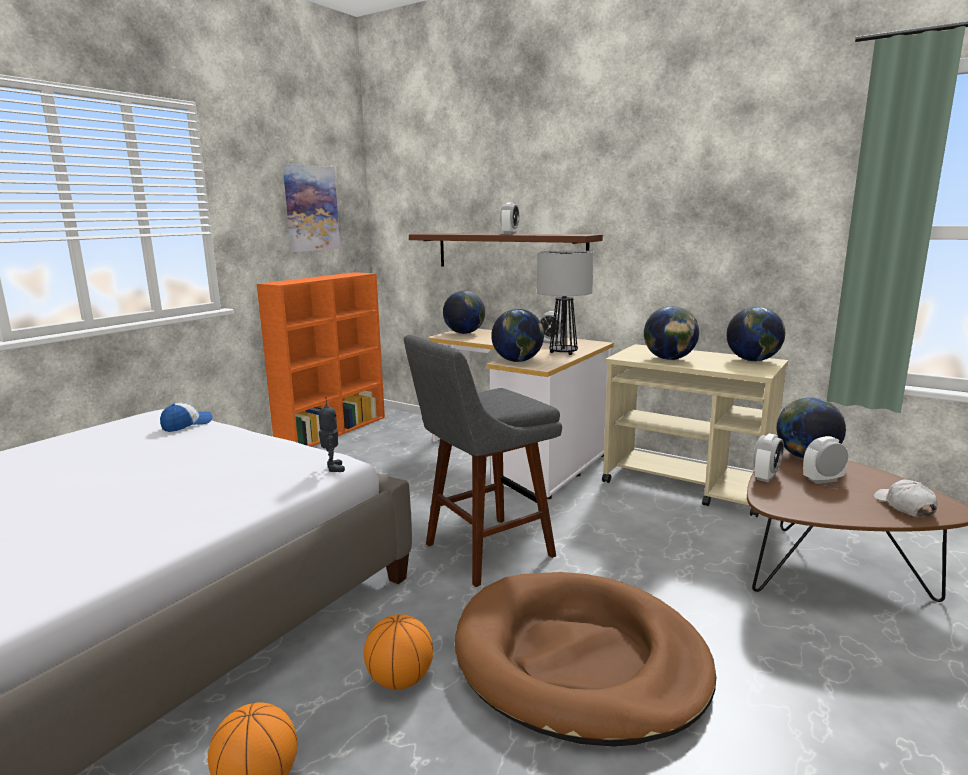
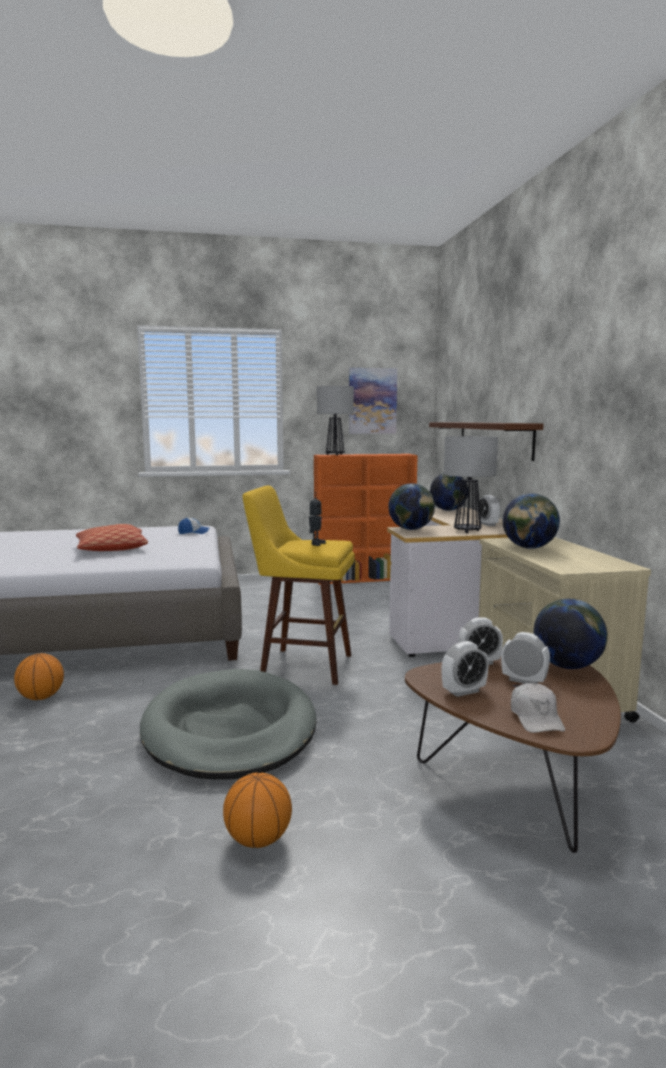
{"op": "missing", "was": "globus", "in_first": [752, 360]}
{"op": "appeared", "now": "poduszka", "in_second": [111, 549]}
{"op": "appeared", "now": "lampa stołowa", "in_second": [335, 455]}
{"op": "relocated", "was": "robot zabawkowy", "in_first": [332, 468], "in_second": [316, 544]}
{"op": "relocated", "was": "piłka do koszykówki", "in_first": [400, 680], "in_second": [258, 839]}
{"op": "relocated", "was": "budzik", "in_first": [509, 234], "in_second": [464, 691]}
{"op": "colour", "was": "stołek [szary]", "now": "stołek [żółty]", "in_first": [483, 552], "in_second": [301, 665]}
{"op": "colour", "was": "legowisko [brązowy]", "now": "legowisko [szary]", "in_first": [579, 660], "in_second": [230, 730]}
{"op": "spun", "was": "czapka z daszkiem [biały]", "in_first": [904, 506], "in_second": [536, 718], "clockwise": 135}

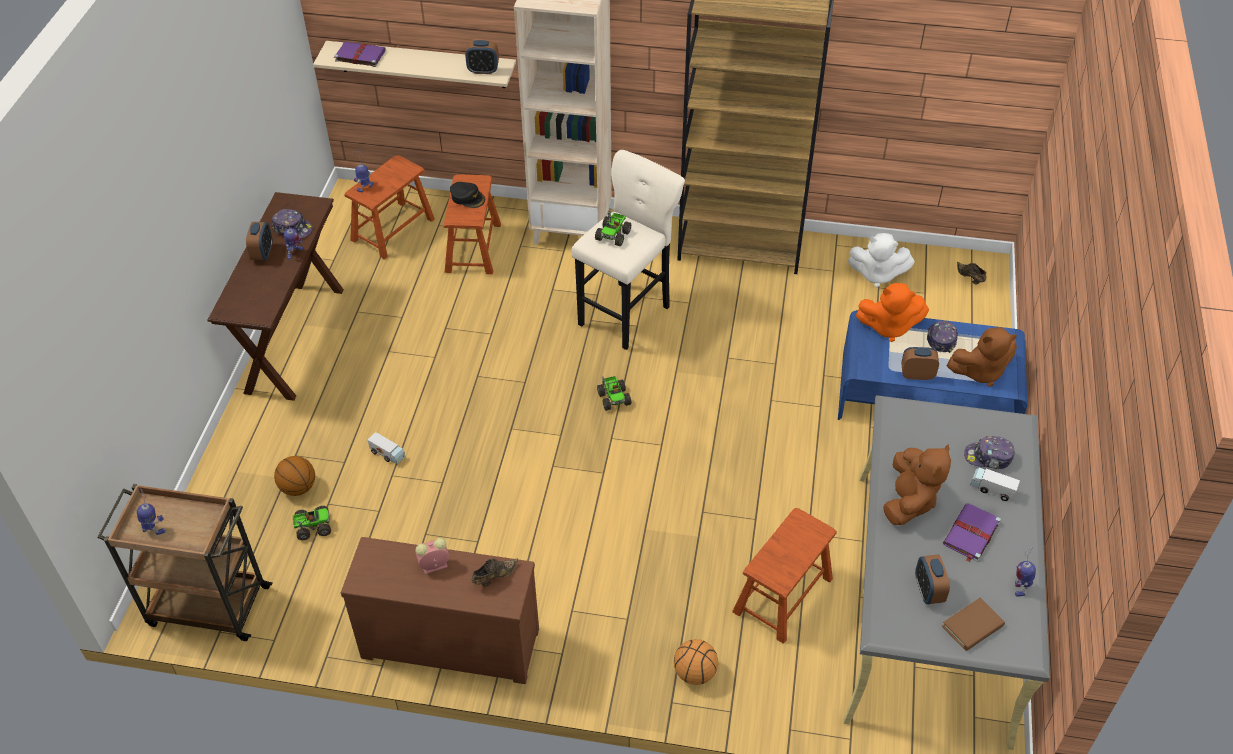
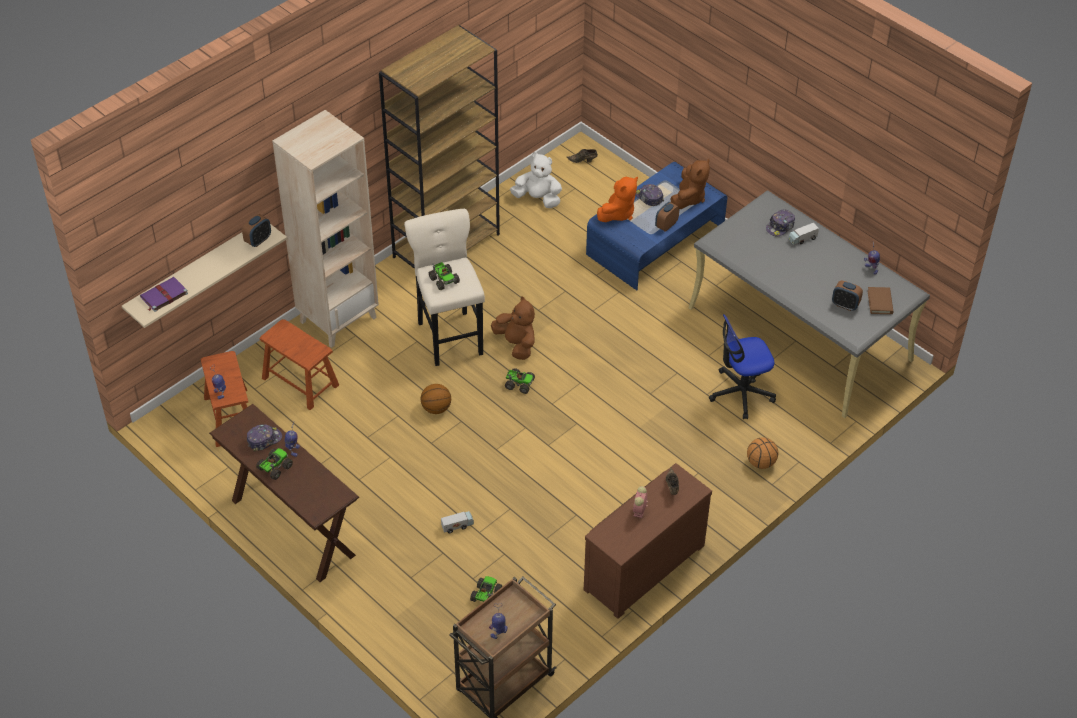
{"op": "missing", "was": "czapka z daszkiem [czarny]", "in_first": [468, 197]}
{"op": "missing", "was": "książka [fioletowy]", "in_first": [971, 534]}
{"op": "relocated", "was": "piłka do koszykówki", "in_first": [298, 487], "in_second": [436, 408]}
{"op": "relocated", "was": "pluszak [brązowy]", "in_first": [909, 501], "in_second": [516, 344]}
{"op": "exchanged", "was": "budzik", "now": "ciężarówka zabawkowa", "in_first": [263, 253], "in_second": [274, 468]}
{"op": "exchanged", "was": "stołek [brązowy]", "now": "krzesło biurowe", "in_first": [782, 595], "in_second": [741, 393]}
{"op": "spun", "was": "pluszak [biały]", "in_first": [877, 274], "in_second": [538, 199], "clockwise": -120}

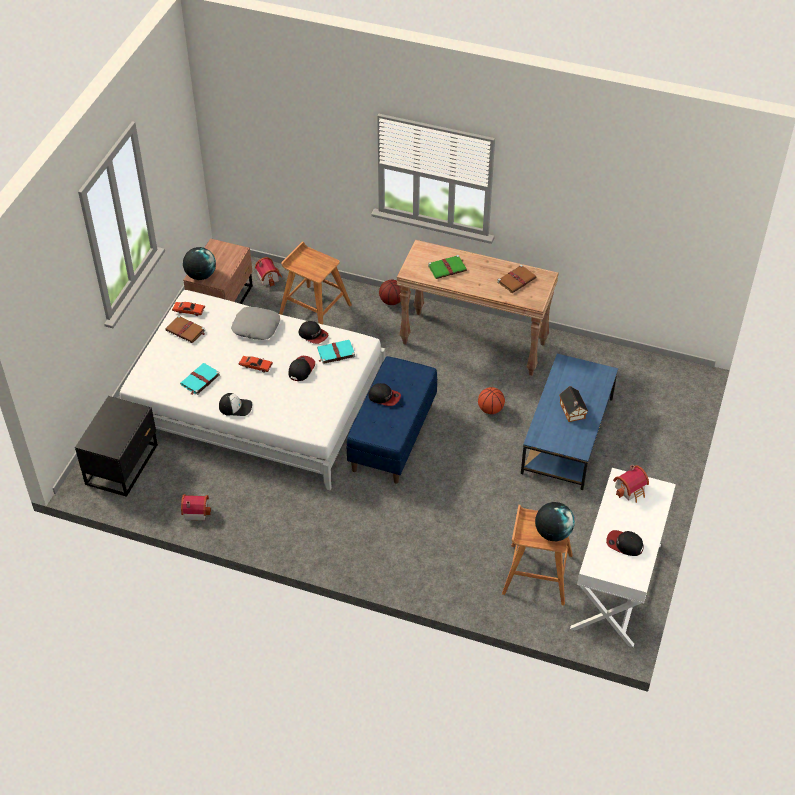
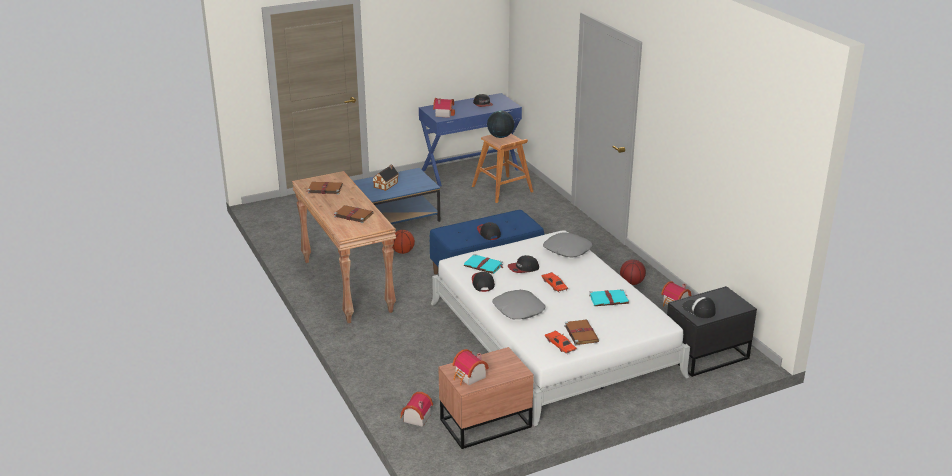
{"op": "missing", "was": "globus", "in_first": [200, 275]}
{"op": "missing", "was": "stołek [brązowy]", "in_first": [314, 310]}
{"op": "appeared", "now": "domek", "in_second": [469, 377]}
{"op": "appeared", "now": "poduszka [szary]", "in_second": [567, 250]}
{"op": "relocated", "was": "czapka z daszkiem", "in_first": [235, 407], "in_second": [698, 309]}
{"op": "relocated", "was": "piłka do koszykówki", "in_first": [391, 301], "in_second": [631, 283]}
{"op": "colour", "was": "książka [zielony]", "now": "książka [brązowy]", "in_first": [447, 268], "in_second": [353, 215]}
{"op": "colour", "was": "biurko [biały]", "now": "biurko [niebieski]", "in_first": [617, 586], "in_second": [470, 169]}

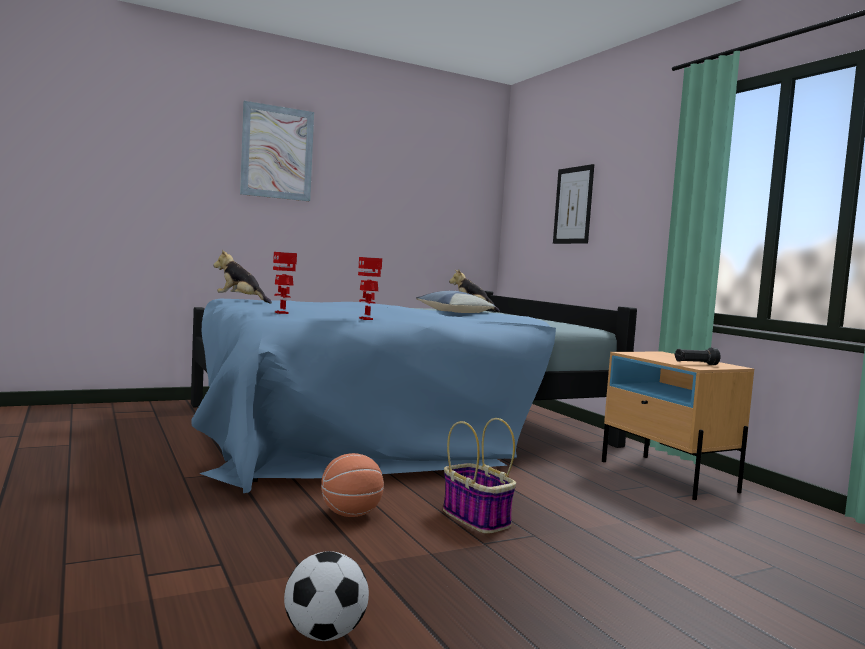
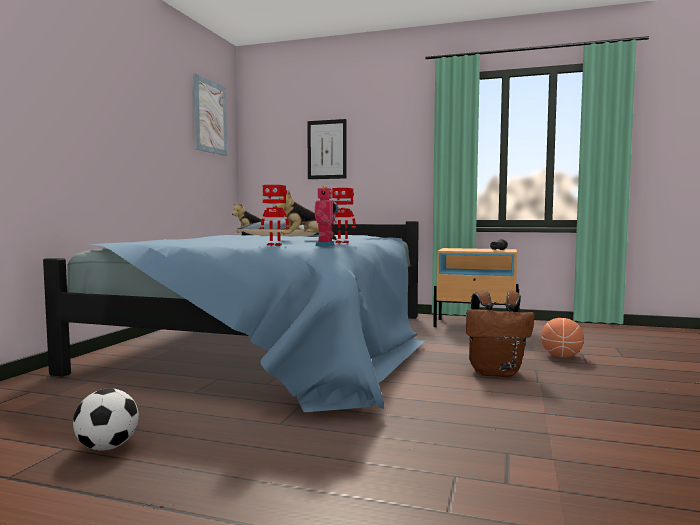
{"op": "appeared", "now": "robot zabawkowy", "in_second": [326, 245]}
{"op": "relocated", "was": "pluszak", "in_first": [241, 300], "in_second": [304, 240]}
{"op": "relocated", "was": "obraz", "in_first": [277, 152], "in_second": [210, 117]}
{"op": "relocated", "was": "piłka futbolowa", "in_first": [324, 634], "in_second": [107, 447]}
{"op": "relocated", "was": "piłka do koszykówki", "in_first": [351, 514], "in_second": [561, 356]}
{"op": "exchanged", "was": "koszyk", "now": "plecak [brązowy]", "in_first": [477, 518], "in_second": [496, 372]}

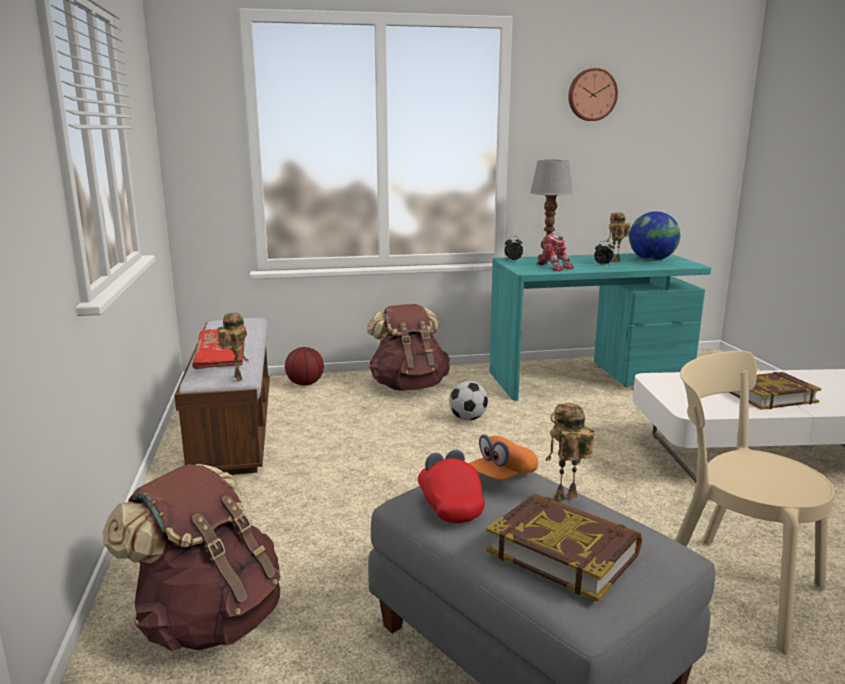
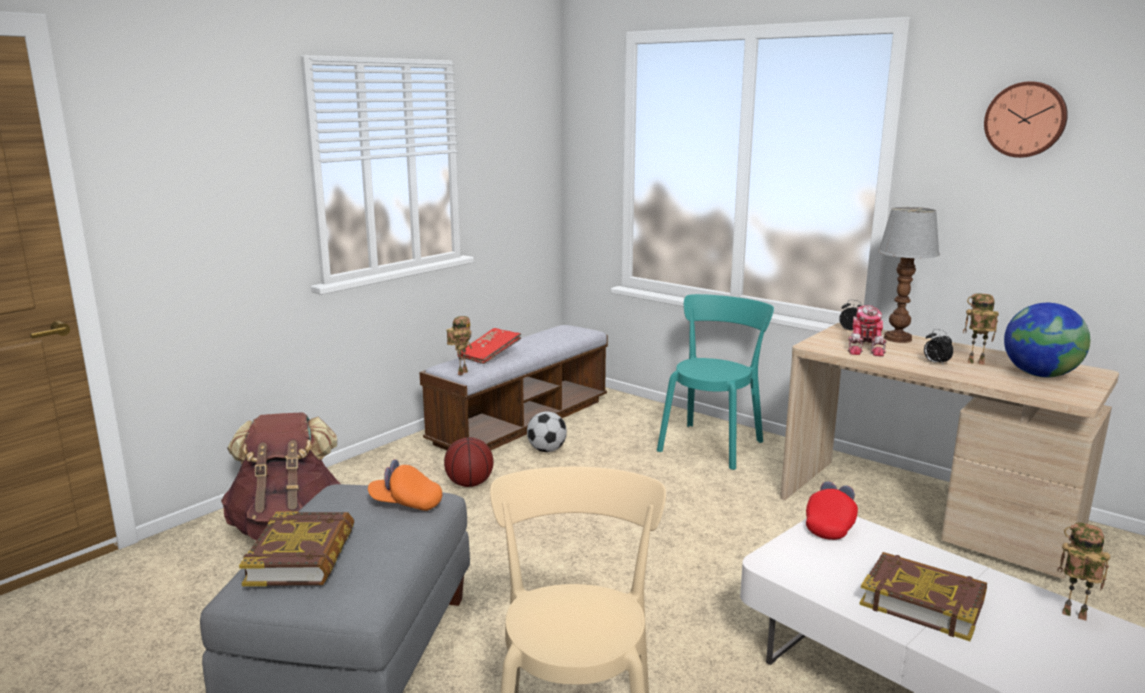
{"op": "relocated", "was": "piłka do koszykówki", "in_first": [305, 384], "in_second": [469, 484]}
{"op": "relocated", "was": "czapka z daszkiem [czerwony]", "in_first": [449, 504], "in_second": [830, 525]}
{"op": "relocated", "was": "piłka futbolowa", "in_first": [468, 418], "in_second": [547, 450]}
{"op": "relocated", "was": "robot zabawkowy", "in_first": [566, 499], "in_second": [1072, 616]}
{"op": "exchanged", "was": "plecak [brązowy]", "now": "krzesło [turkusowy]", "in_first": [409, 386], "in_second": [712, 444]}
{"op": "colour", "was": "biurko [turkusowy]", "now": "biurko [beżowy]", "in_first": [589, 378], "in_second": [926, 515]}

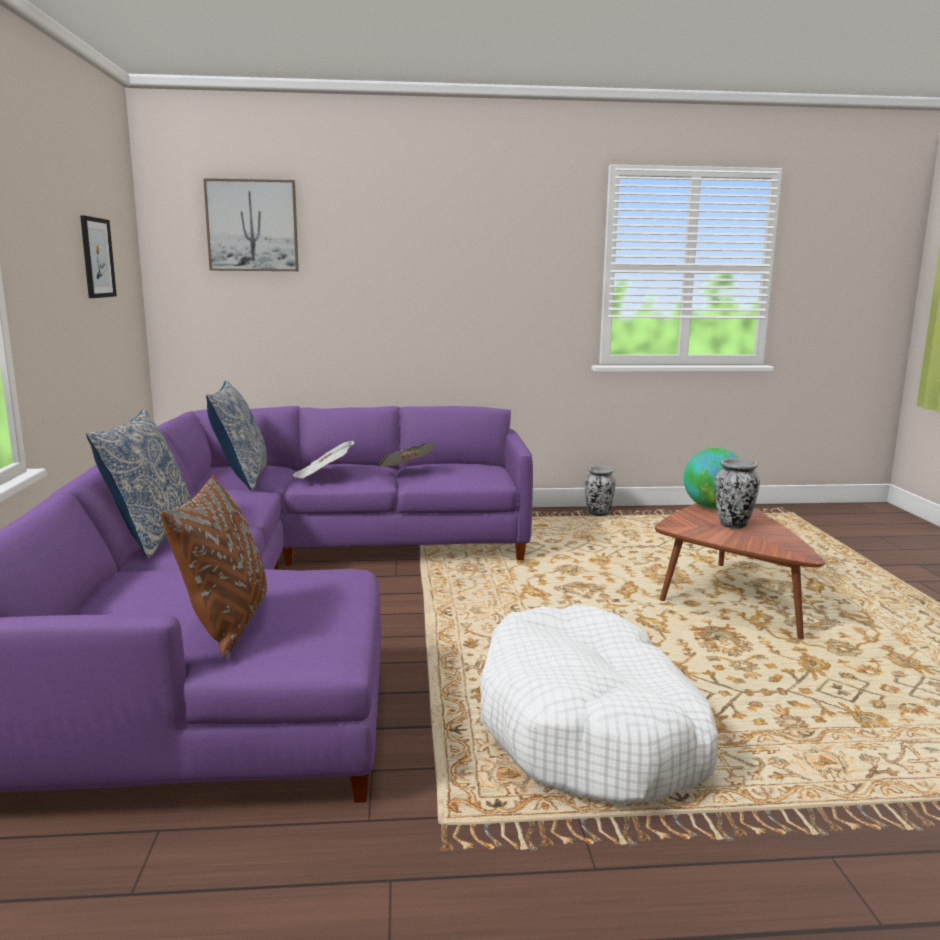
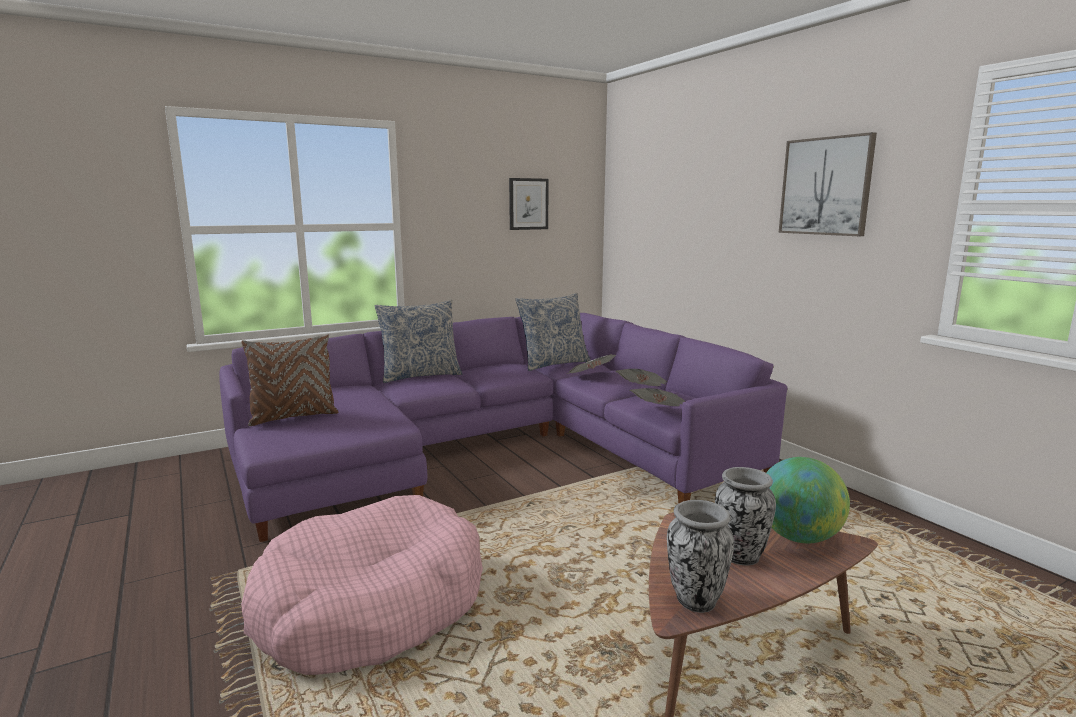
{"op": "appeared", "now": "gazeta", "in_second": [659, 413]}
{"op": "relocated", "was": "obraz", "in_first": [252, 226], "in_second": [826, 186]}
{"op": "relocated", "was": "wazon", "in_first": [598, 514], "in_second": [695, 601]}
{"op": "colour", "was": "legowisko [biały]", "now": "legowisko [różowy]", "in_first": [591, 730], "in_second": [371, 605]}

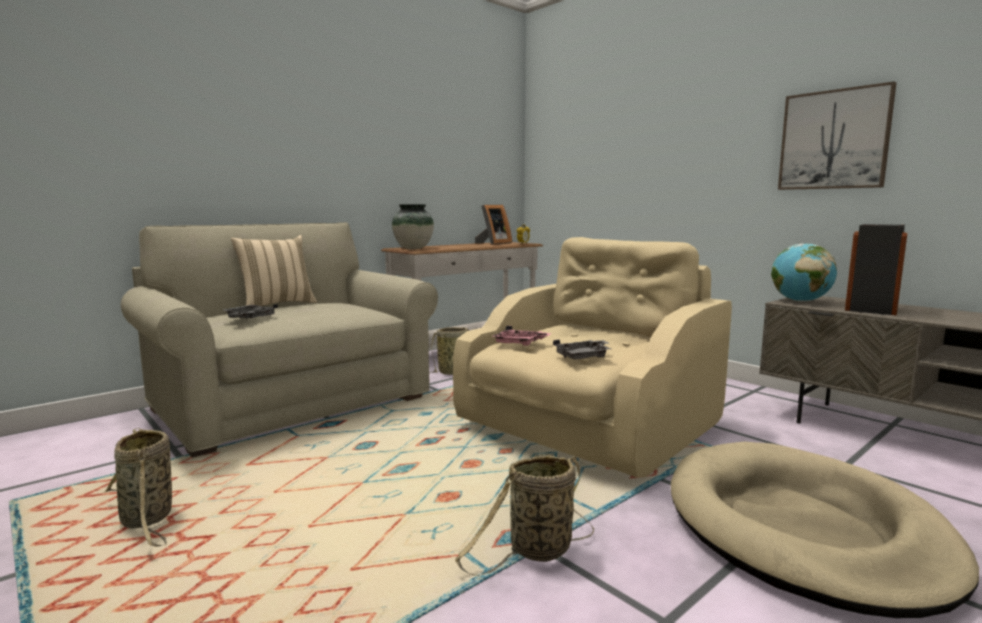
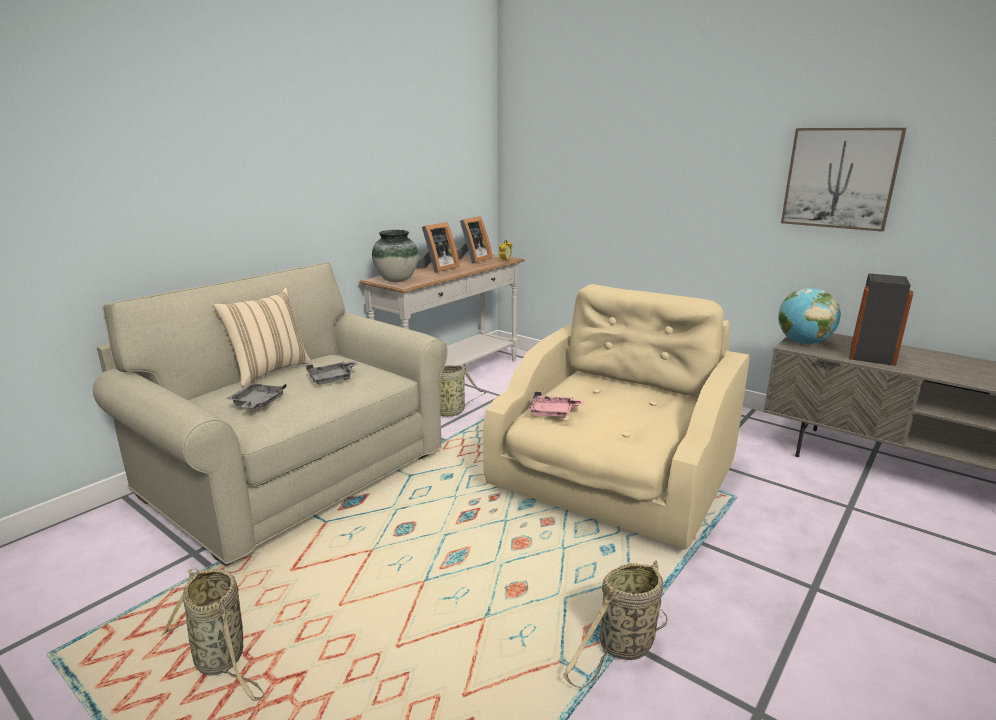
{"op": "missing", "was": "legowisko [beżowy]", "in_first": [803, 529]}
{"op": "appeared", "now": "ramka na zdjęcie", "in_second": [437, 269]}
{"op": "relocated", "was": "taca [szary]", "in_first": [583, 357], "in_second": [333, 379]}

